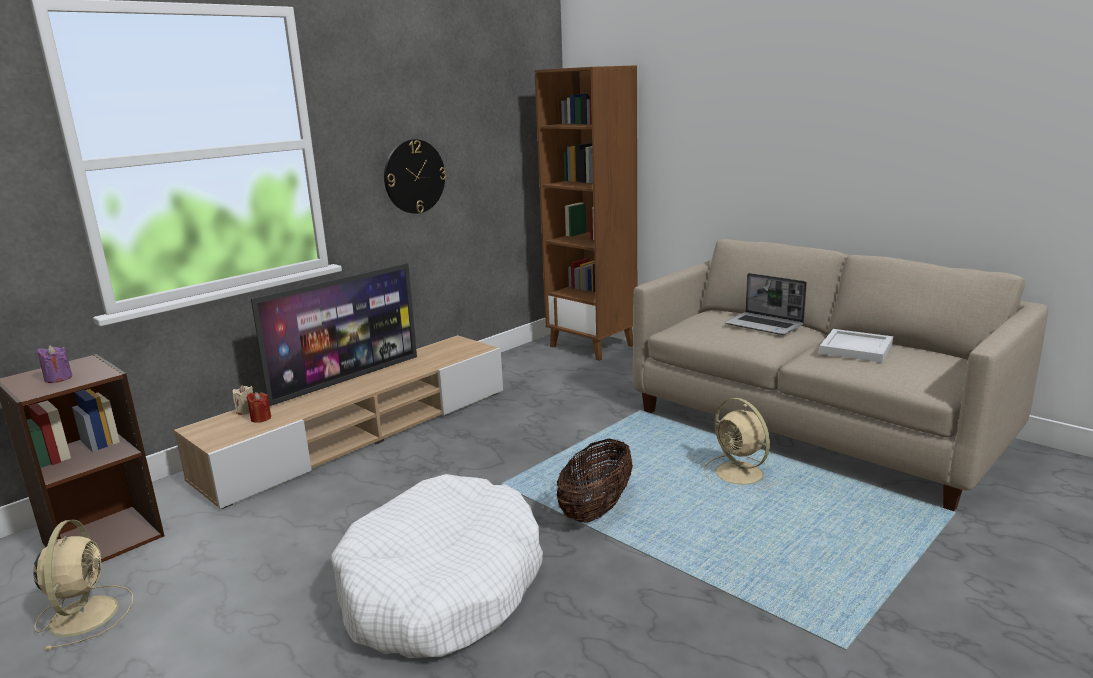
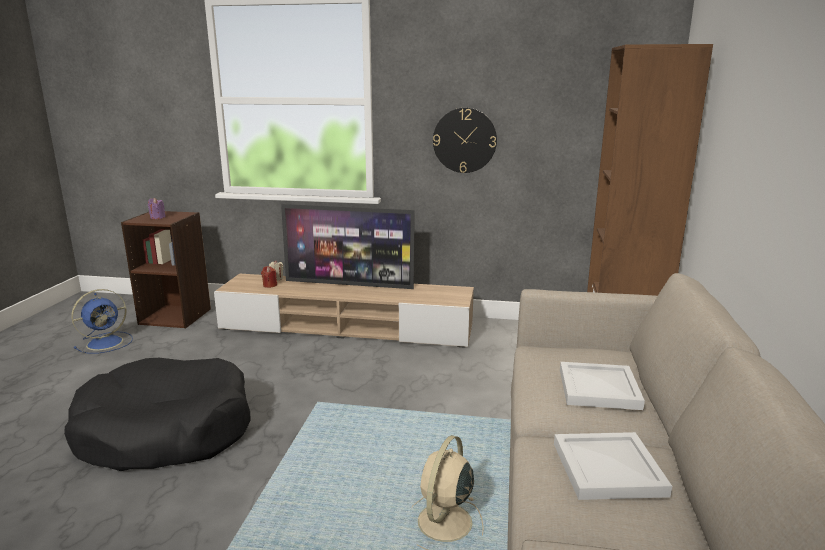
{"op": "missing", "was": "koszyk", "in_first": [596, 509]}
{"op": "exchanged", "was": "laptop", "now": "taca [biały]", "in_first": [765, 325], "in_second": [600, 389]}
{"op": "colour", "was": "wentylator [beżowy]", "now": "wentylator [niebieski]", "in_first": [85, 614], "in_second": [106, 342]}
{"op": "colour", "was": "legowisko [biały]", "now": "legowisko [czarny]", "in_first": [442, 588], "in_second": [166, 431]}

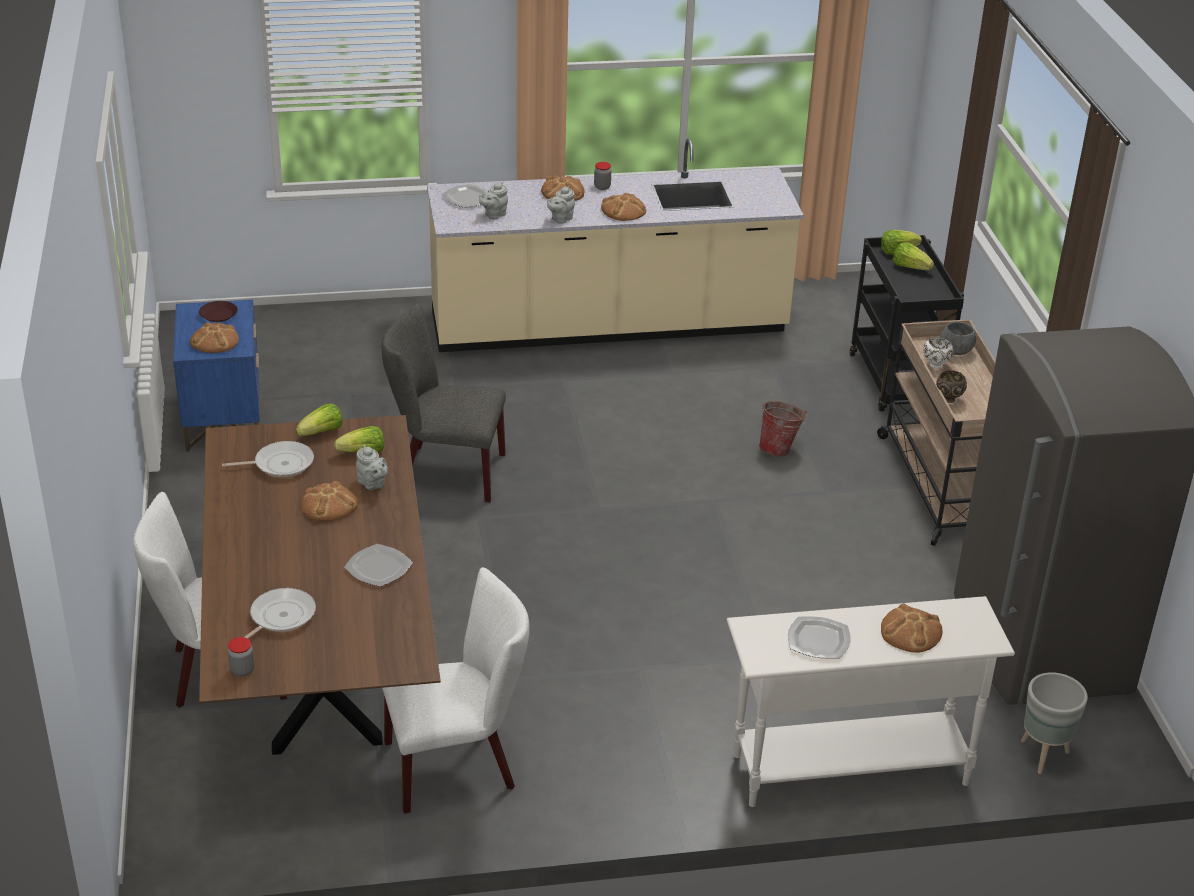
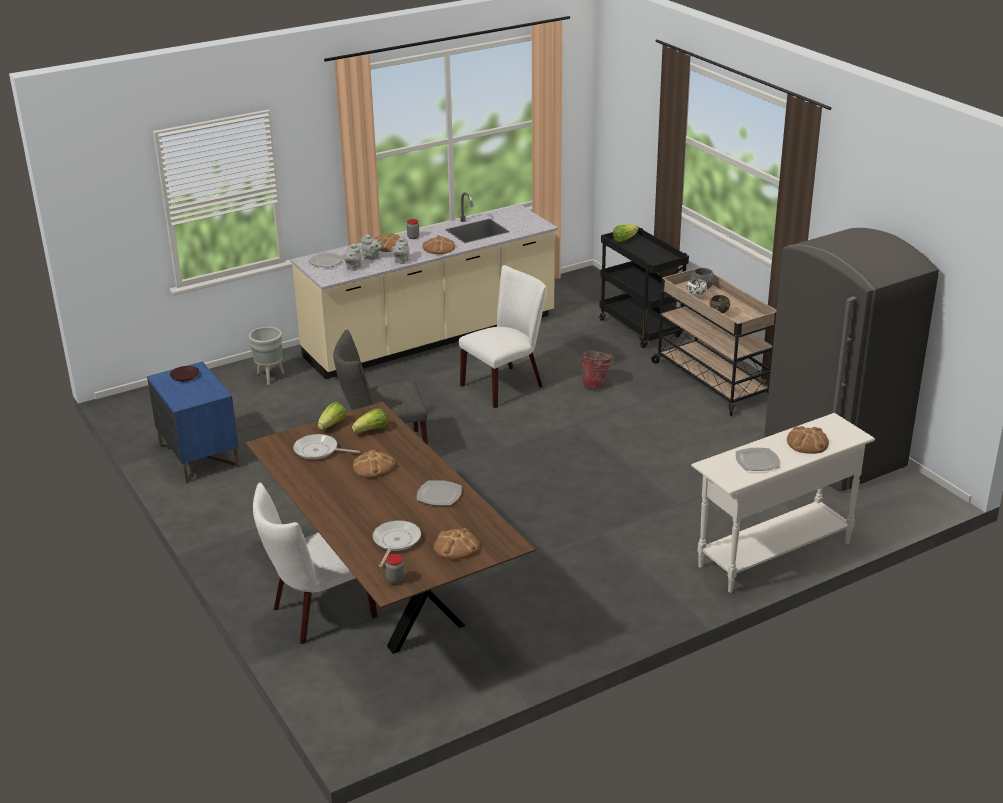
{"op": "missing", "was": "sałata", "in_first": [910, 267]}
{"op": "relocated", "was": "chleb", "in_first": [214, 341], "in_second": [456, 547]}
{"op": "relocated", "was": "imbryk [szary]", "in_first": [372, 484], "in_second": [372, 257]}
{"op": "relocated", "was": "krzesło [biały]", "in_first": [458, 764], "in_second": [506, 384]}
{"op": "relocated", "was": "donica [szary]", "in_first": [1043, 754], "in_second": [270, 377]}
{"op": "spun", "was": "patelnia", "in_first": [280, 464], "in_second": [318, 451], "clockwise": -135}

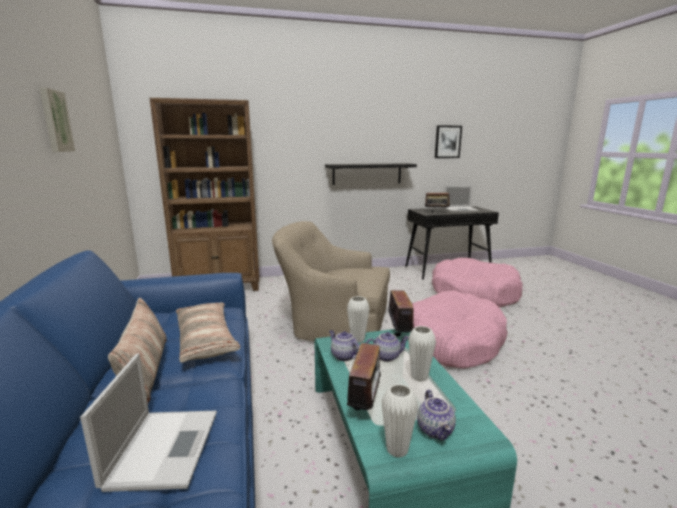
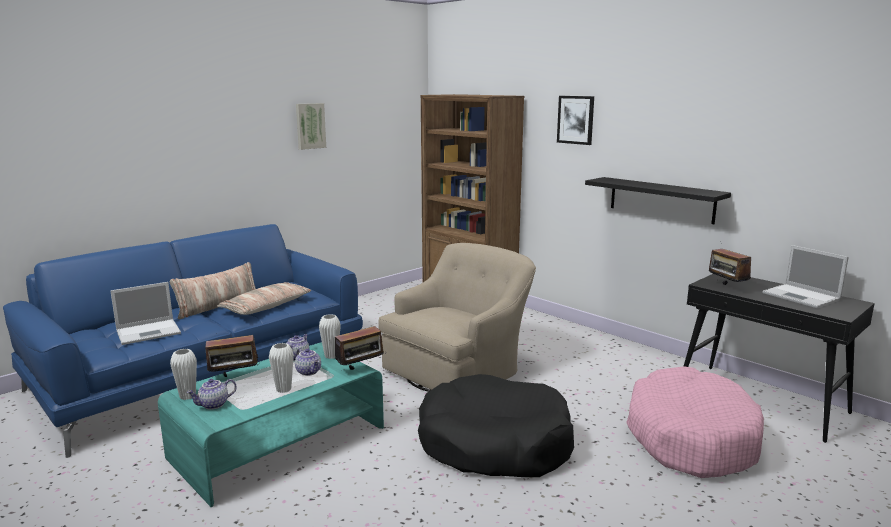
{"op": "relocated", "was": "obraz", "in_first": [447, 142], "in_second": [575, 120]}
{"op": "colour", "was": "legowisko [różowy]", "now": "legowisko [czarny]", "in_first": [452, 342], "in_second": [494, 443]}
{"op": "spun", "was": "fotel [beżowy]", "in_first": [333, 323], "in_second": [458, 369], "clockwise": 60}

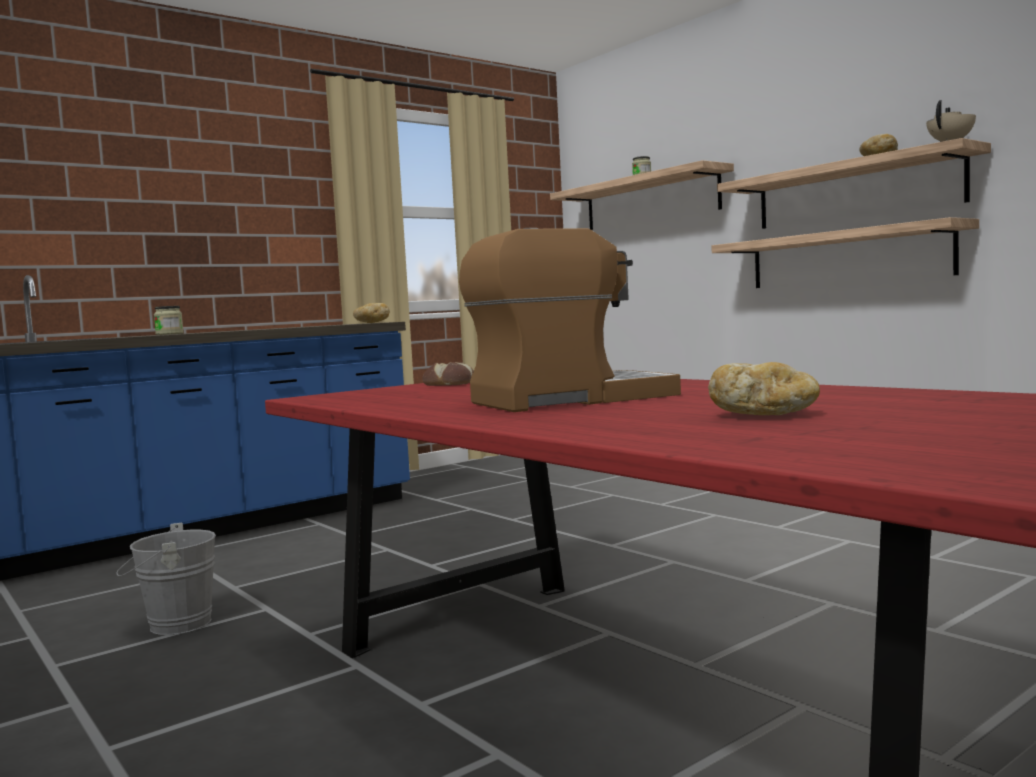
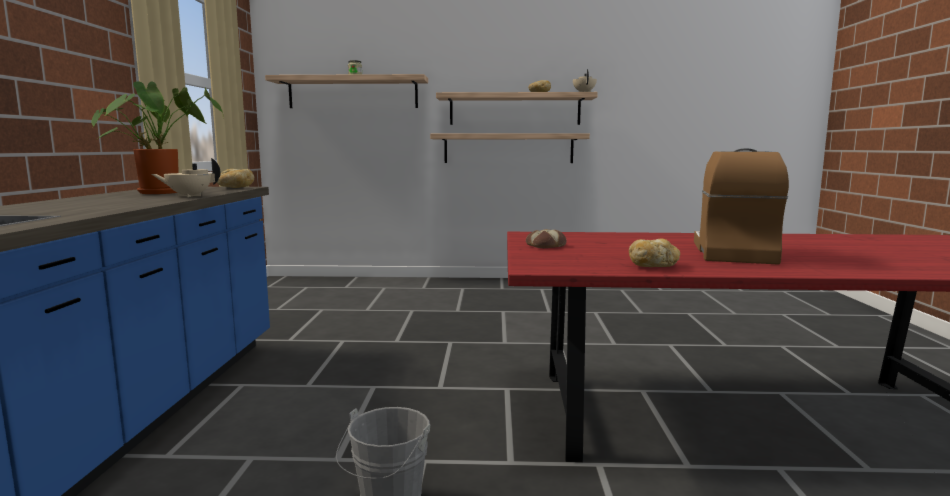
{"op": "missing", "was": "słoik", "in_first": [169, 334]}
{"op": "appeared", "now": "roślina doniczkowa", "in_second": [163, 192]}
{"op": "appeared", "now": "imbryk [beżowy]", "in_second": [189, 196]}
{"op": "relocated", "was": "chleb", "in_first": [764, 415], "in_second": [653, 266]}

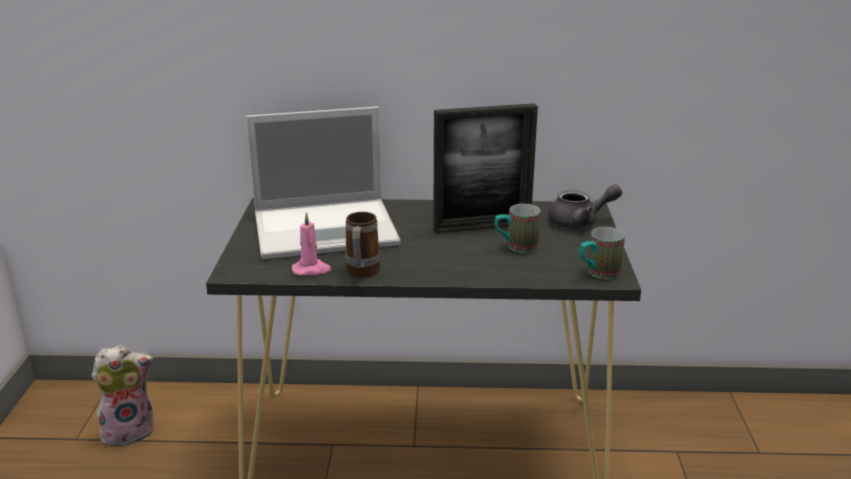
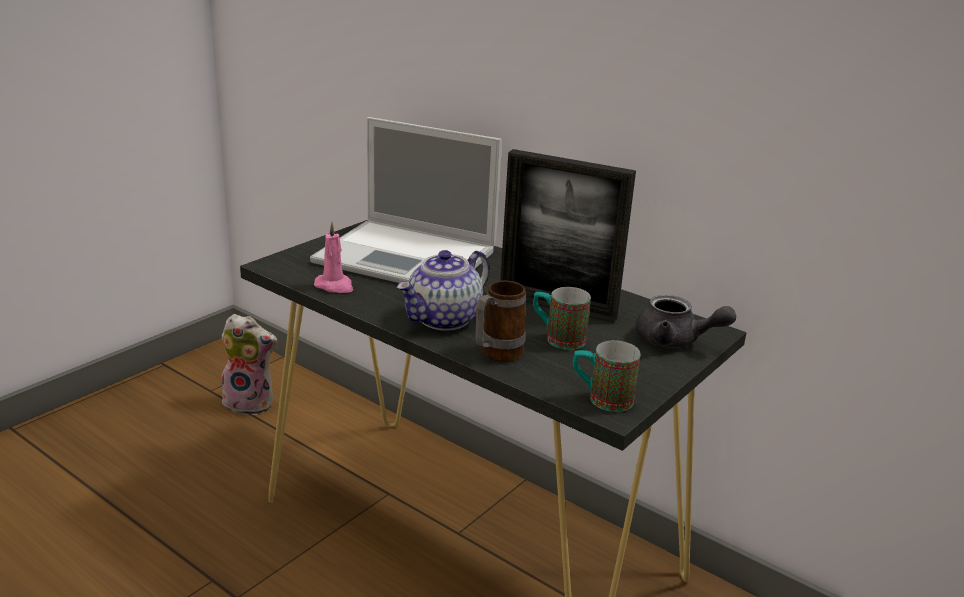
{"op": "appeared", "now": "imbryk", "in_second": [444, 319]}
{"op": "relocated", "was": "kubek", "in_first": [361, 273], "in_second": [496, 355]}

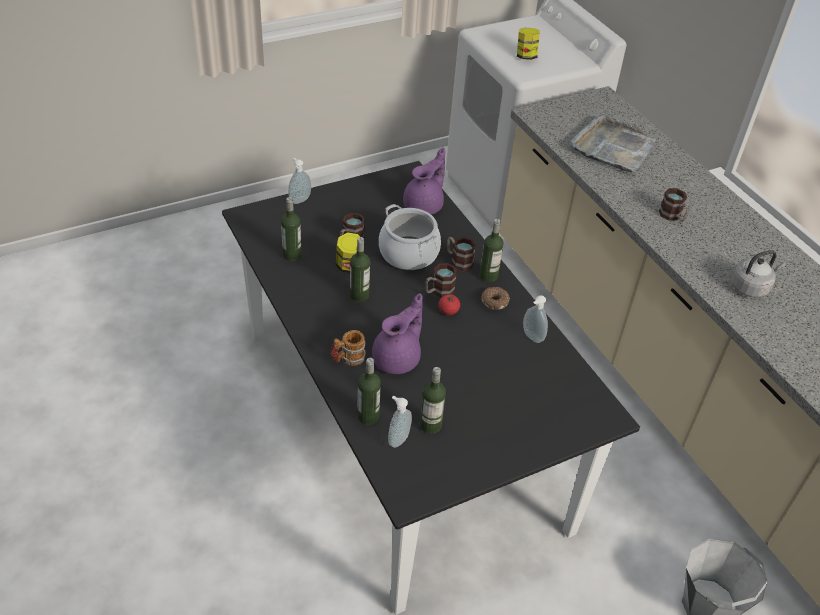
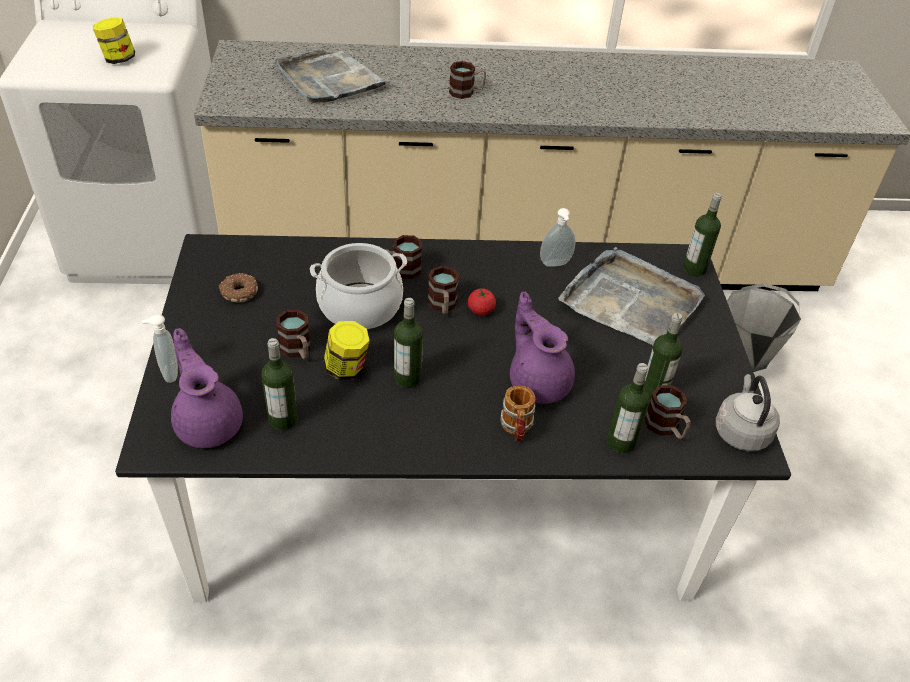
{"op": "appeared", "now": "taca [szary]", "in_second": [631, 301]}
{"op": "relocated", "was": "imbryk [fioletowy]", "in_first": [424, 206], "in_second": [209, 423]}
{"op": "relocated", "was": "butelka", "in_first": [488, 276], "in_second": [694, 269]}
{"op": "relocated", "was": "donut", "in_first": [494, 301], "in_second": [239, 292]}
{"op": "relocated", "was": "czajnik [szary]", "in_first": [751, 287], "in_second": [741, 431]}
{"op": "exchanged", "was": "dozownik mydła", "now": "kubek", "in_first": [397, 439], "in_second": [666, 428]}

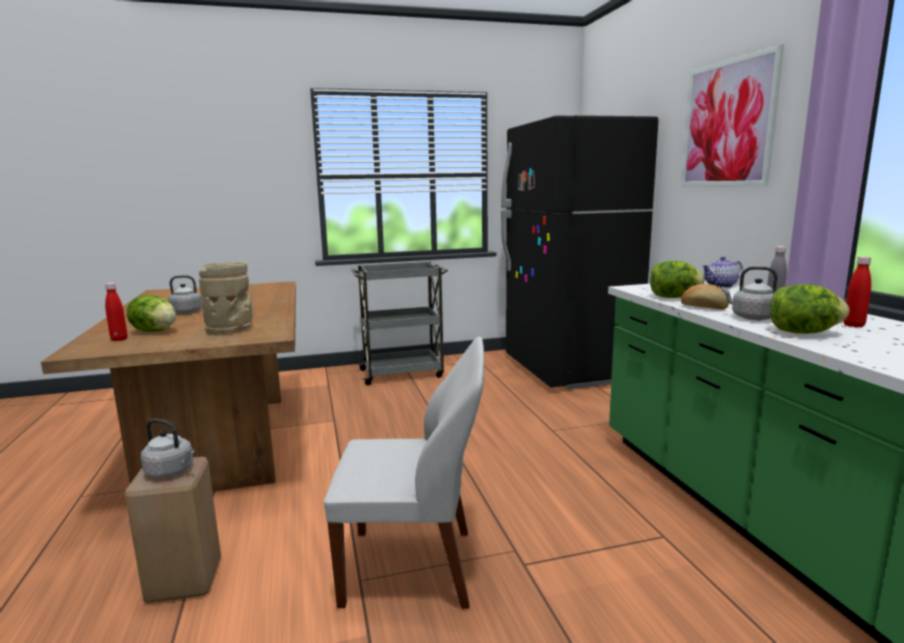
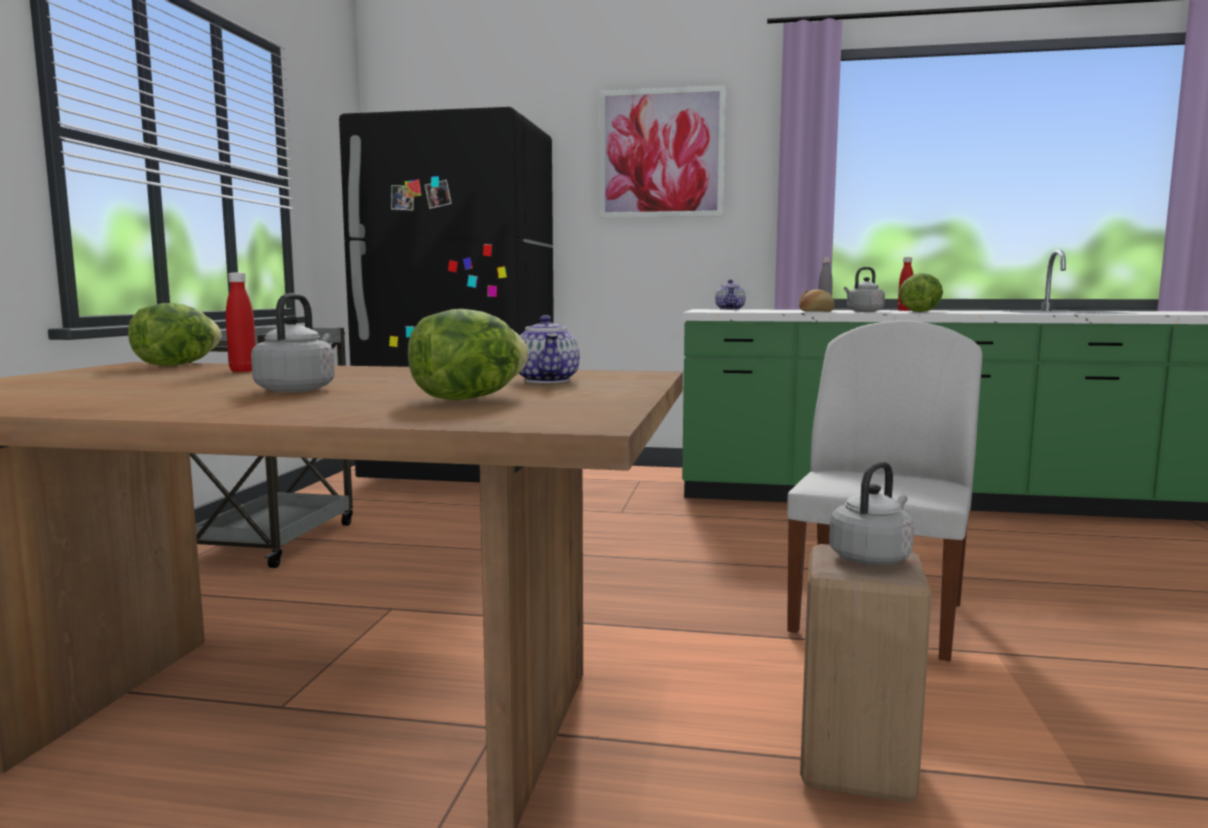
{"op": "relocated", "was": "butelka [czerwony]", "in_first": [119, 339], "in_second": [243, 371]}
{"op": "relocated", "was": "sałata", "in_first": [673, 297], "in_second": [177, 365]}
{"op": "exchanged", "was": "wazon [beżowy]", "now": "imbryk", "in_first": [230, 329], "in_second": [548, 380]}

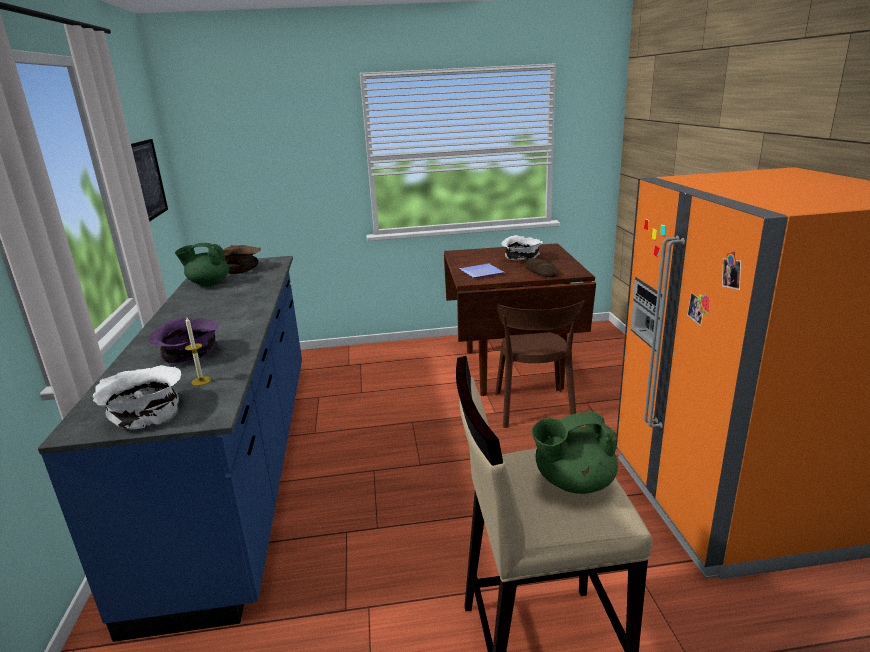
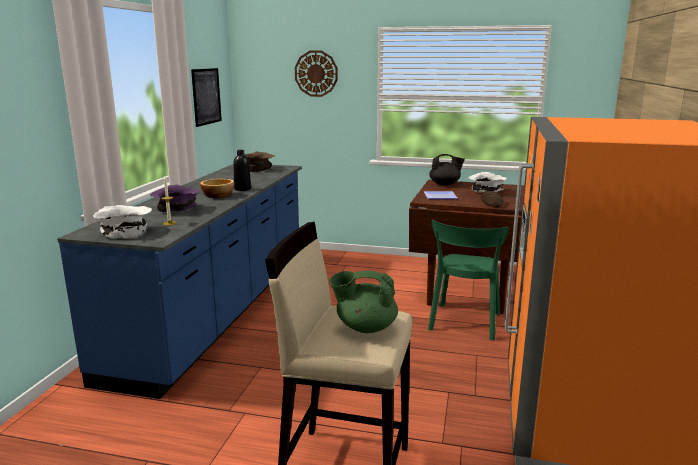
{"op": "missing", "was": "imbryk [zielony]", "in_first": [208, 283]}
{"op": "appeared", "now": "miska", "in_second": [218, 195]}
{"op": "appeared", "now": "butelka [czarny]", "in_second": [242, 189]}
{"op": "appeared", "now": "zegar ścienny", "in_second": [316, 73]}
{"op": "appeared", "now": "imbryk [czarny]", "in_second": [445, 184]}
{"op": "colour", "was": "krzesło [brązowy]", "now": "krzesło [zielony]", "in_first": [534, 410], "in_second": [464, 323]}

